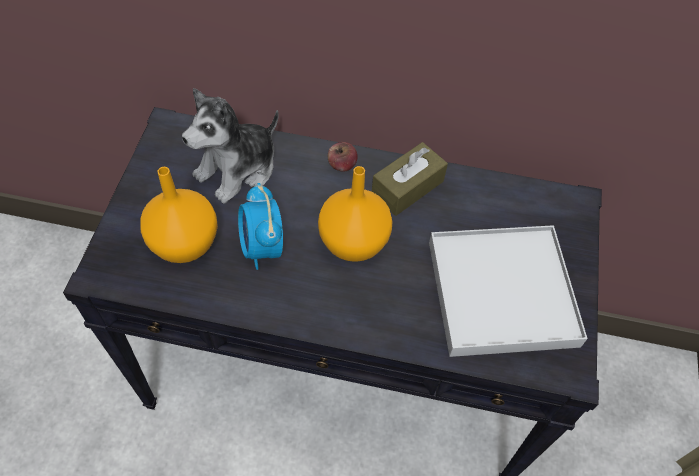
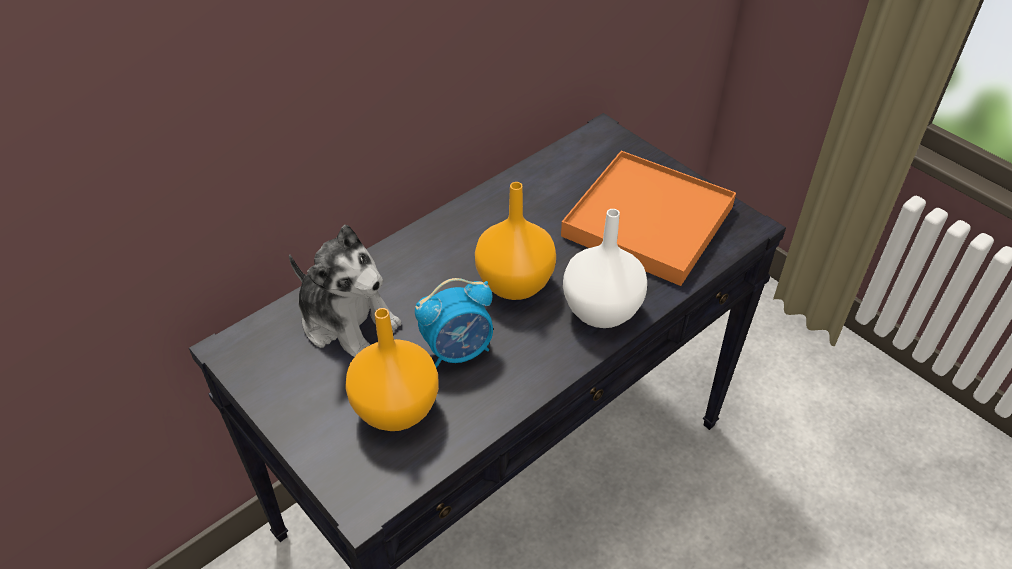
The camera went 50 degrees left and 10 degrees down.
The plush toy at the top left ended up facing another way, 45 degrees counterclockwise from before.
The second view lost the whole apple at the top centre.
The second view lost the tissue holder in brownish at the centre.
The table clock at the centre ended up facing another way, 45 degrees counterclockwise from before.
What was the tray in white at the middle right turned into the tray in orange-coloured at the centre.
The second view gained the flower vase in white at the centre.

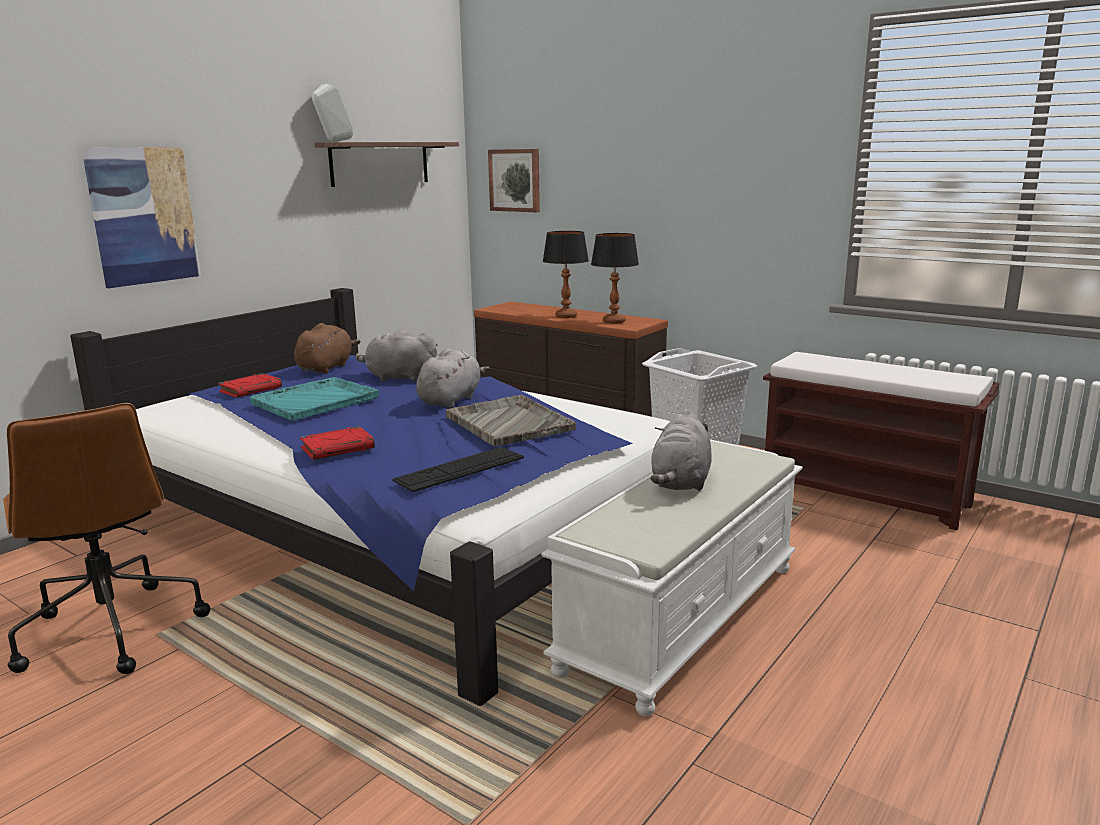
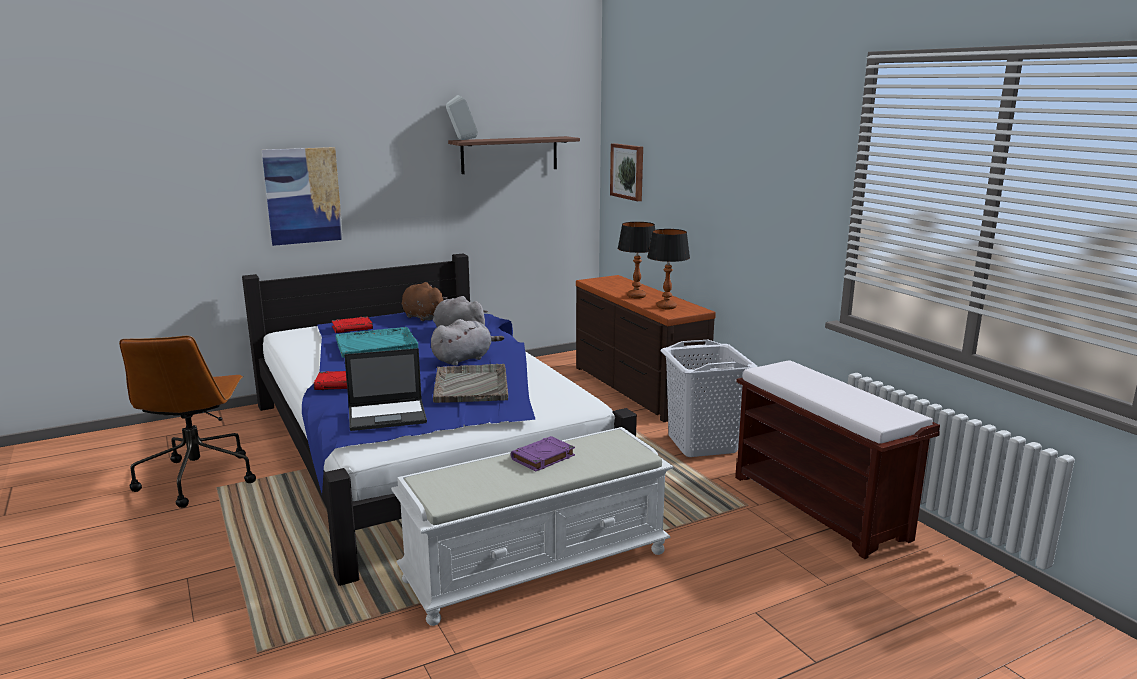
The camera went 25 degrees right and 0 degrees up.
The plush toy in brownish at the middle left ended up facing another way, 90 degrees counterclockwise from before.
Where the plush toy in greyish (no. 3 from left) stood at the centre, the volume in purplish came to stand at the bottom centre.
Where the PC keyboard stood at the centre, the laptop came to stand at the centre.

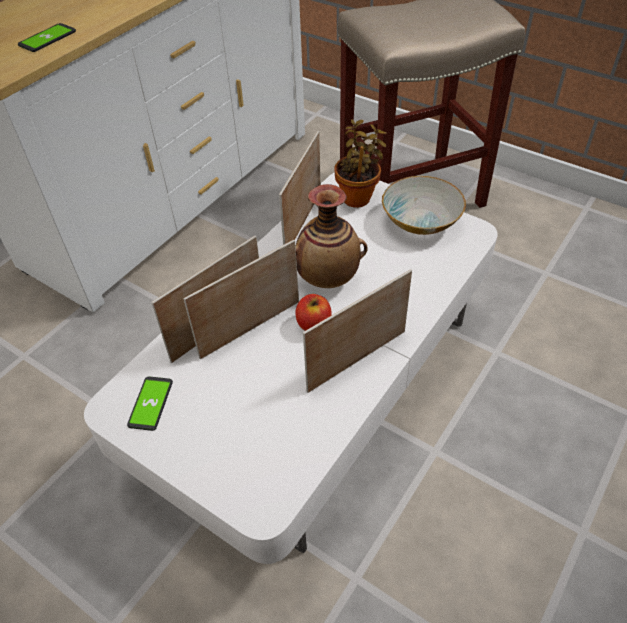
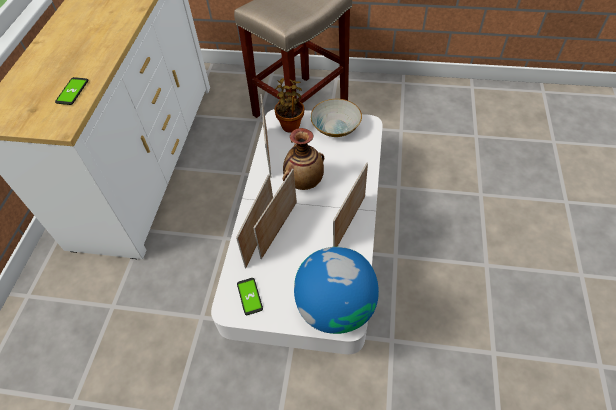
The camera went 25 degrees left and 5 degrees up.
The second view lost the whole apple at the centre.
The second view gained the world globe at the bottom centre.

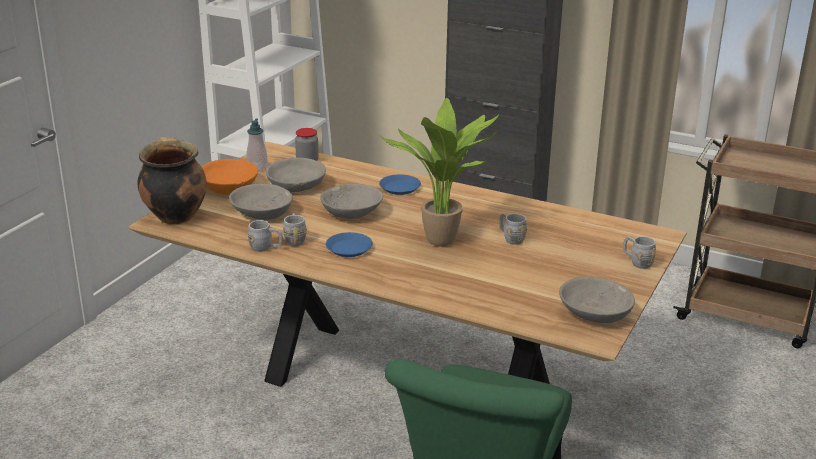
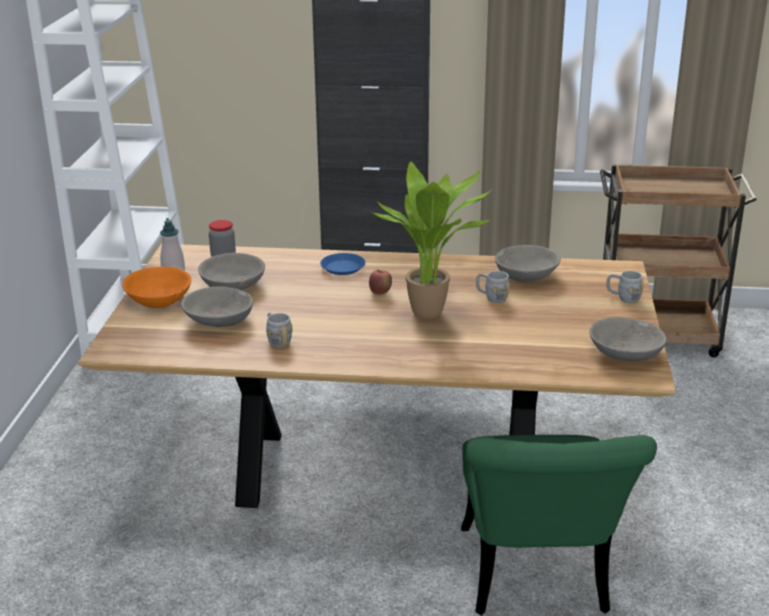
The camera went 20 degrees left and 0 degrees up.
The second view lost the stockpot at the middle left.
The deep dish in greyish (no. 3 from left) ended up elsewhere, having gone from the centre to the middle right.
The second view lost the coffee mug in greyish (no. 1 from left) at the middle left.
The second view lost the dinner plate in blue-coloured (no. 1 from left) at the centre.
The second view gained the whole apple at the centre.

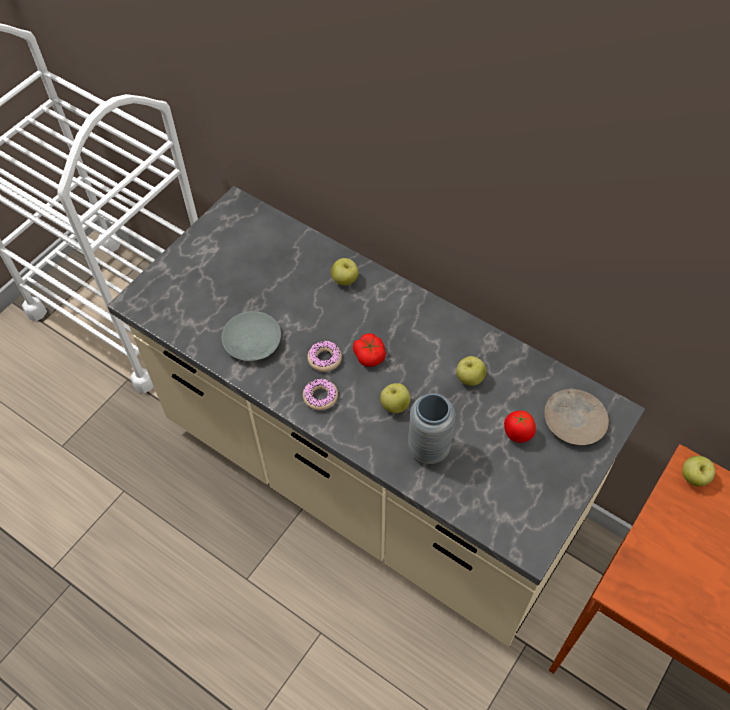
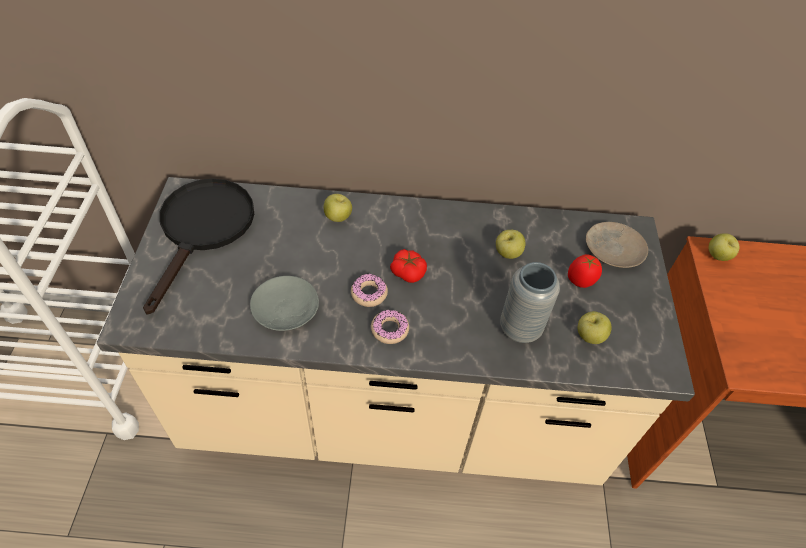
The camera went 35 degrees left and 5 degrees down.
The whole apple (no. 2 from left in the first image) ended up elsewhere, having gone from the centre to the middle right.
The second view gained the skillet in black-coloured at the middle left.

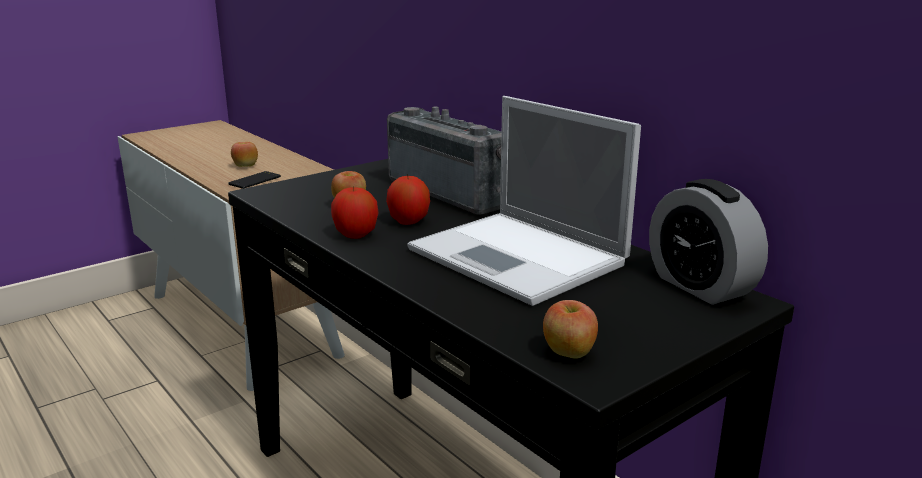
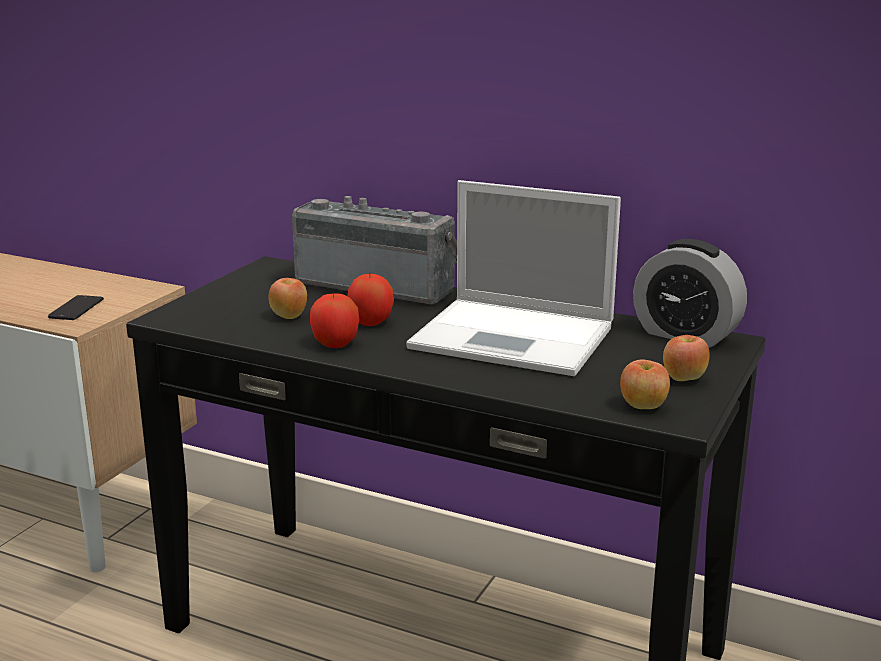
The camera went 25 degrees left and 0 degrees up.
The whole apple (no. 1 from left in the first image) ended up elsewhere, having gone from the top left to the middle right.

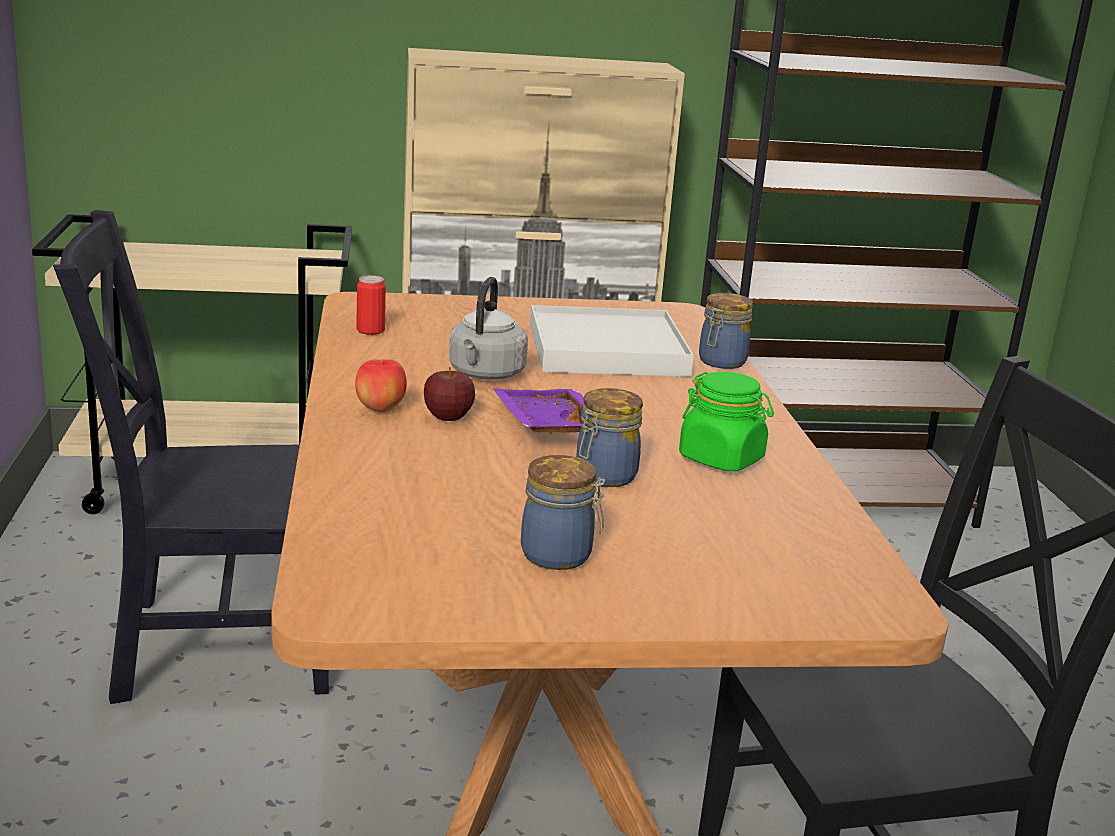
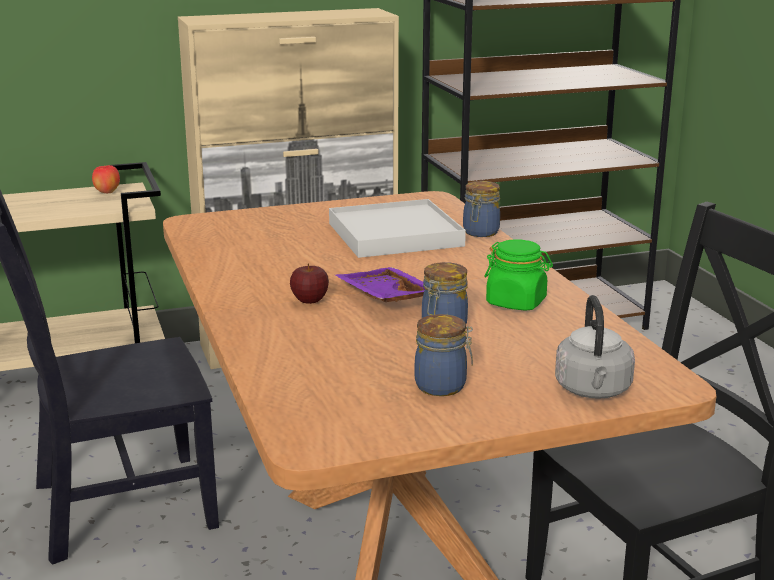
The camera went 10 degrees left and 0 degrees up.
The second view lost the sealed can at the middle left.
The tea kettle in greyish ended up elsewhere, having gone from the centre to the middle right.
The whole apple (no. 1 from left) ended up elsewhere, having gone from the centre to the top left.

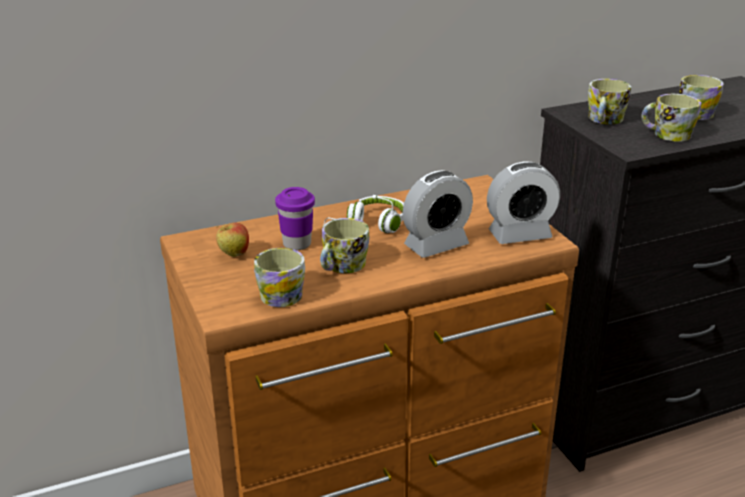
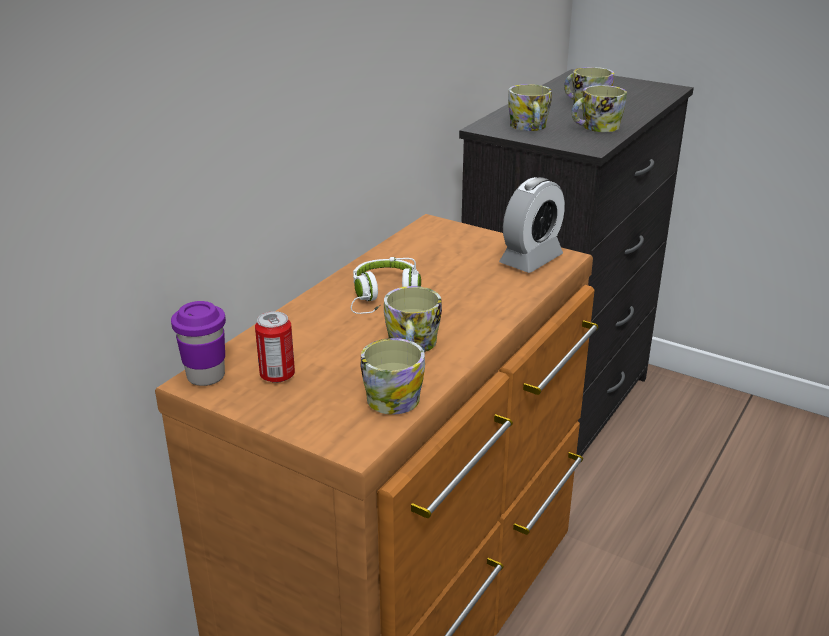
The camera went 35 degrees left and 0 degrees up.
The second view lost the table clock (no. 1 from left) at the centre.
The drinking cup in purplish ended up elsewhere, having gone from the centre to the middle left.
Where the whole apple stood at the middle left, the sealed can came to stand at the middle left.

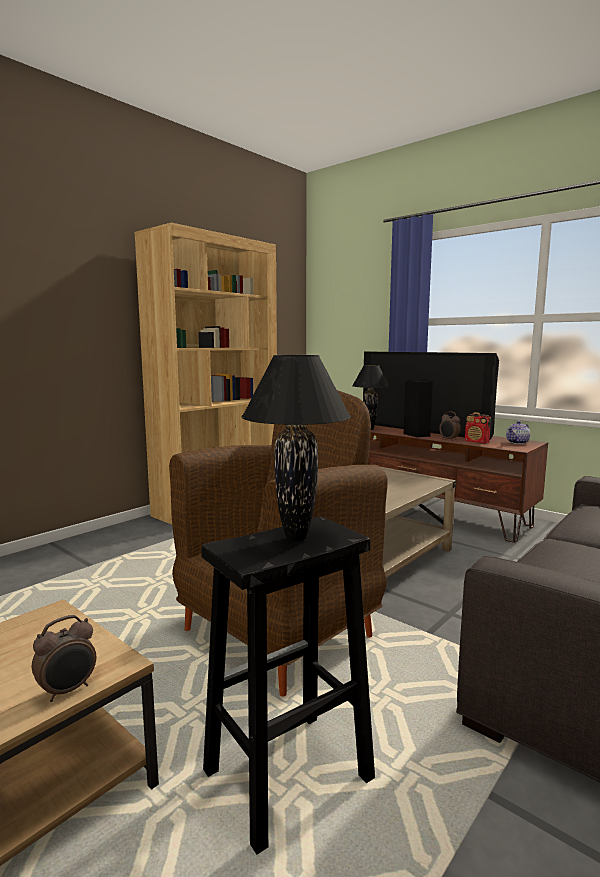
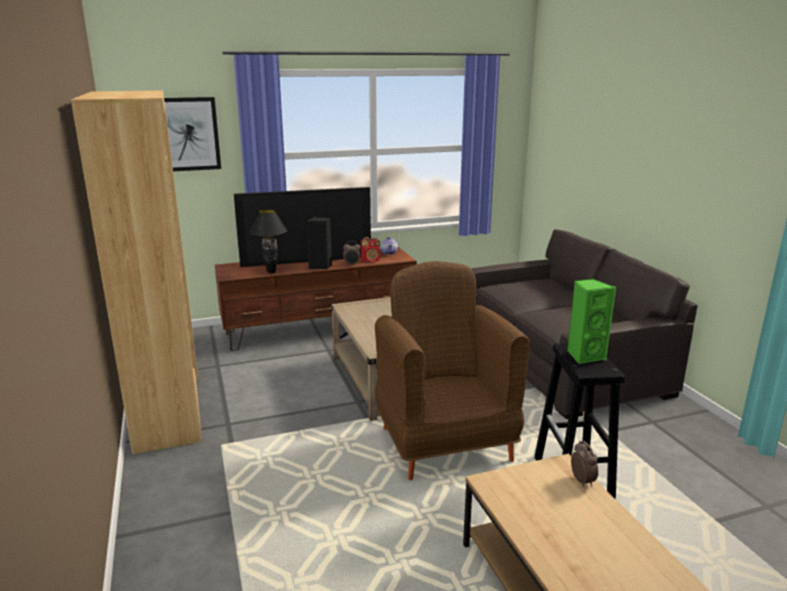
The camera went 60 degrees left and 10 degrees up.
Where the tabletop lamp in black-coloured (no. 1 from left) stood at the centre, the audio speaker in green came to stand at the middle right.
The second view gained the picture at the top left.

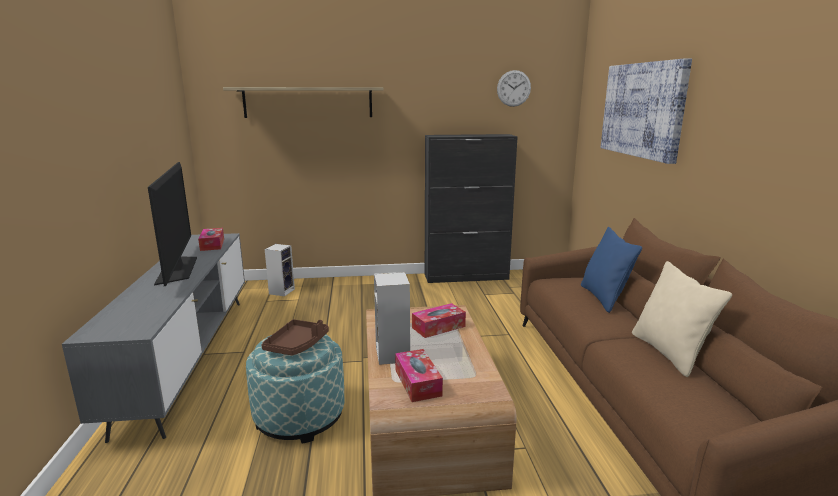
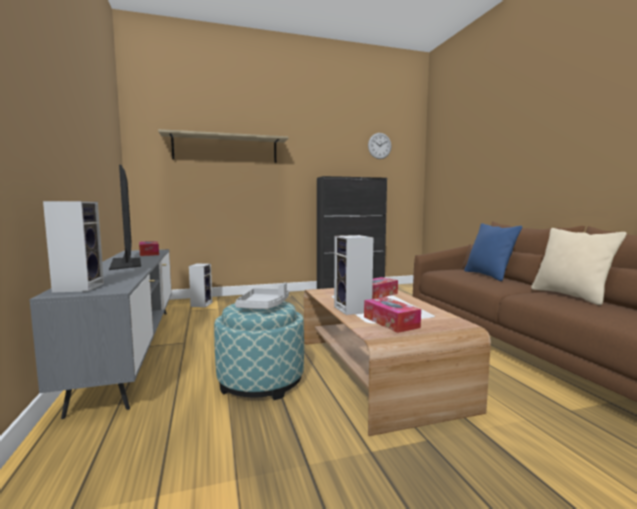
The camera went 10 degrees left and 10 degrees down.
The second view lost the picture at the top right.
What was the tray in brownish at the bottom centre turned into the tray in greyish at the centre.
The second view gained the audio speaker (no. 1 from left) at the middle left.

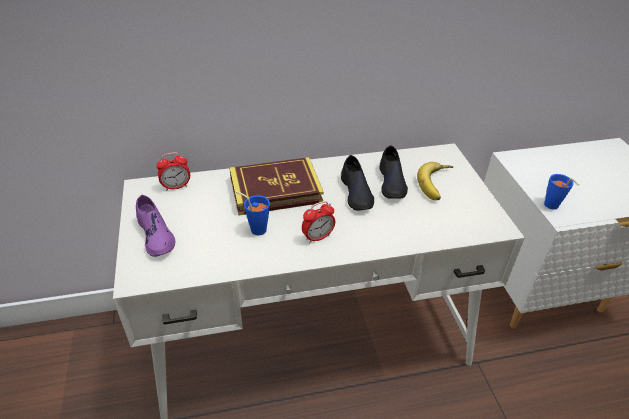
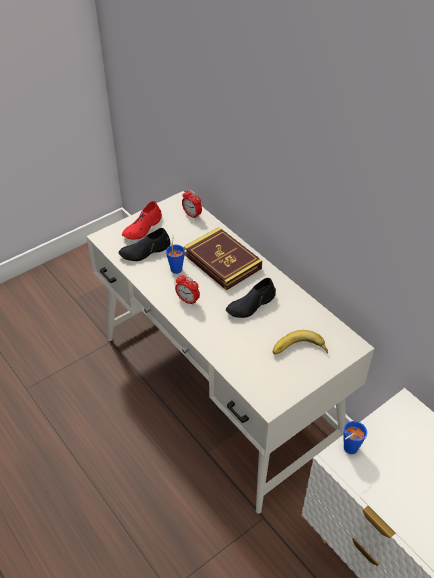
The camera went 65 degrees right and 5 degrees up.
The low shoe in black-coloured (no. 2 from left in the first image) ended up elsewhere, having gone from the centre to the middle left.
What was the low shoe in purplish at the middle left turned into the low shoe in red-coloured at the middle left.

